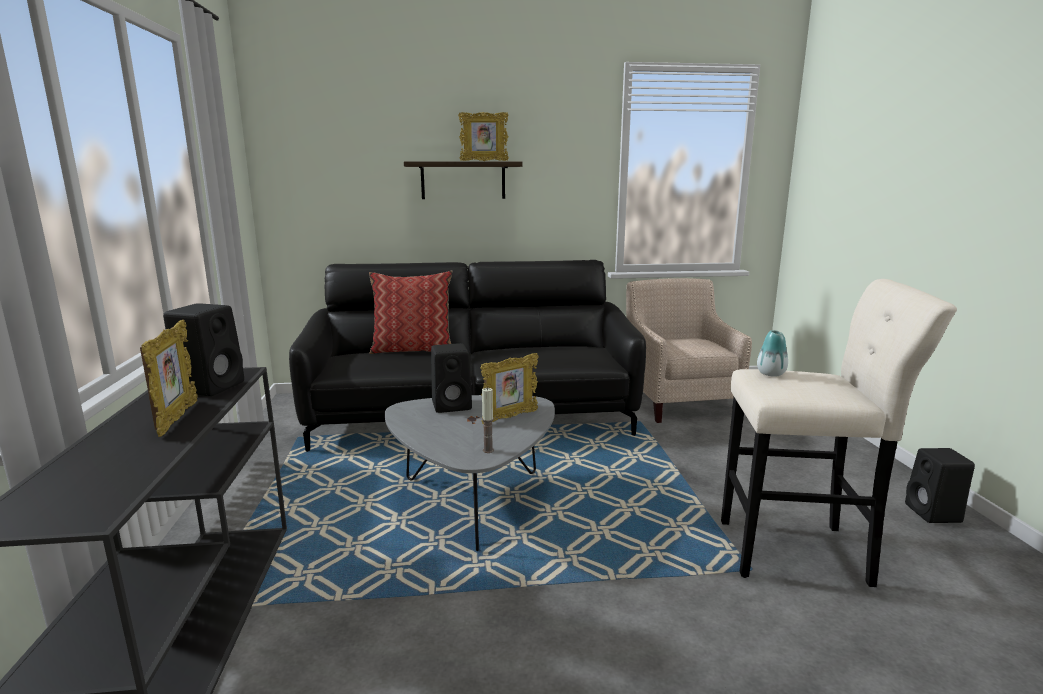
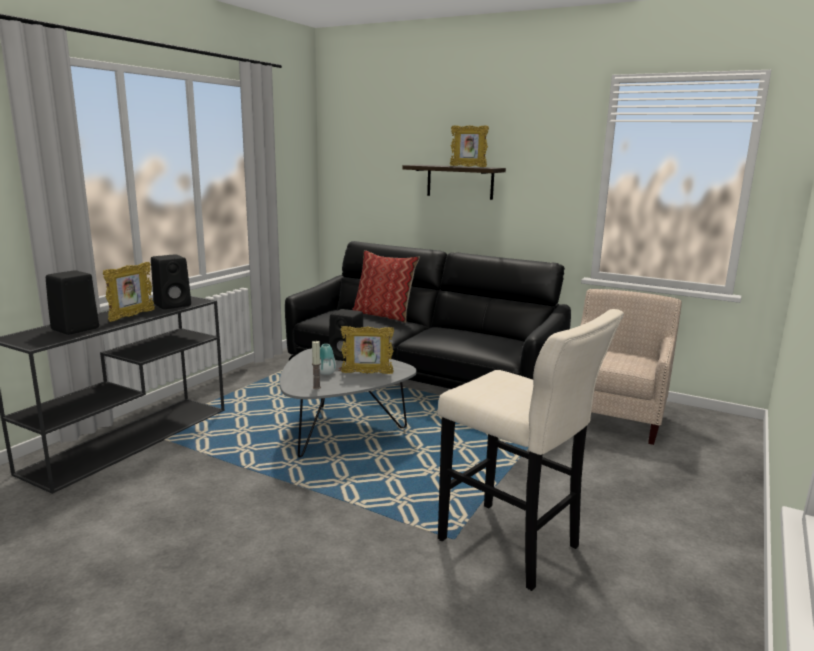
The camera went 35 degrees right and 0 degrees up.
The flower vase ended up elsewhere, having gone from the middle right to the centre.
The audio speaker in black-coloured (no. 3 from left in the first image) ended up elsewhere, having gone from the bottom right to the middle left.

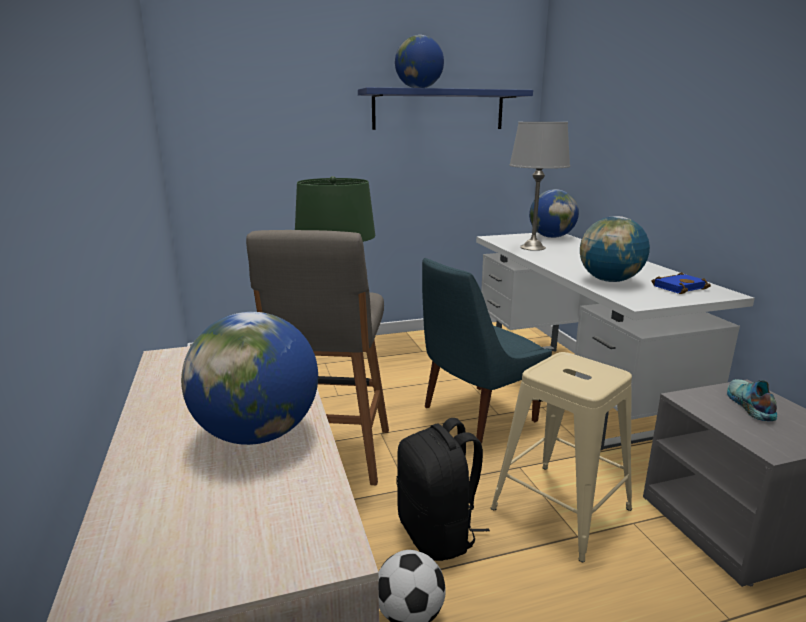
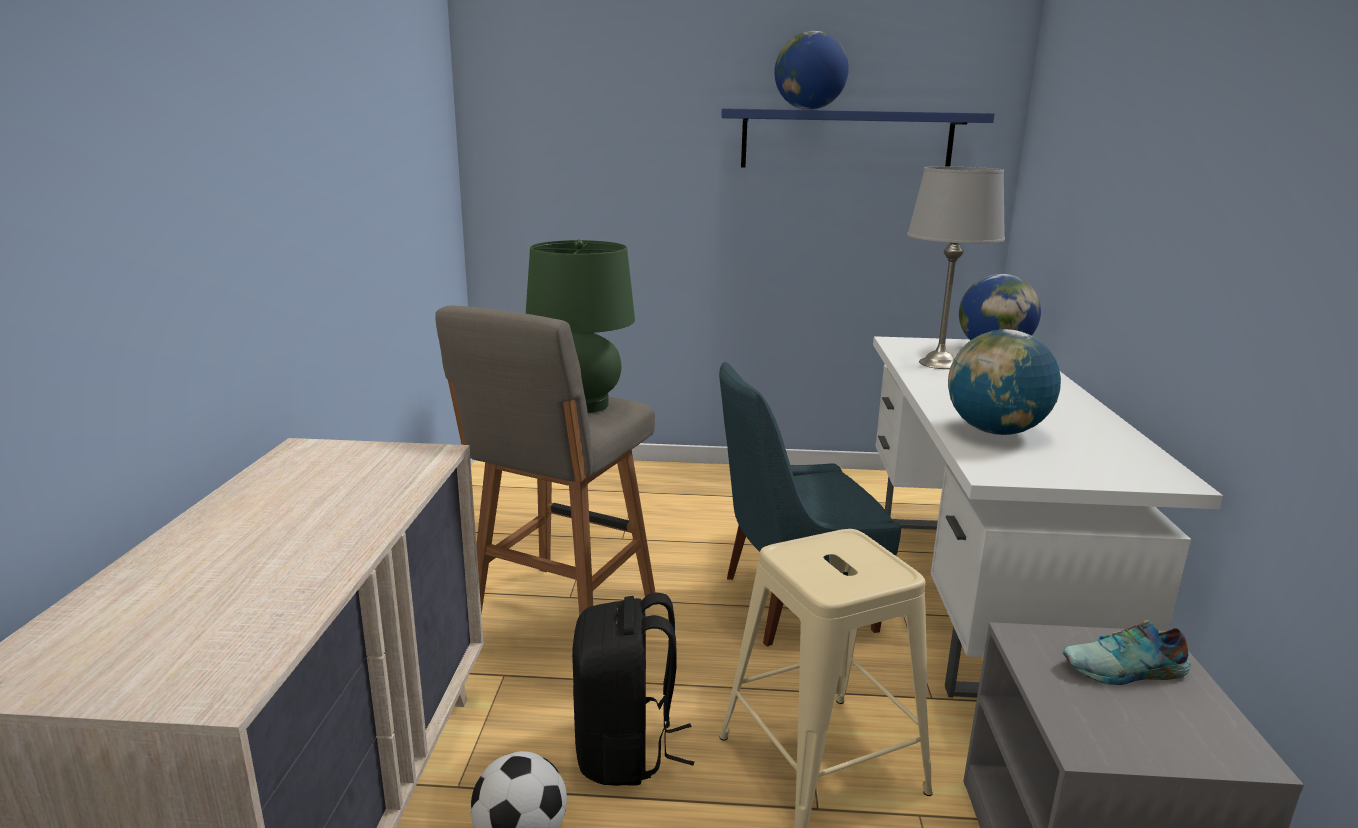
The camera went 20 degrees right and 0 degrees up.
The second view lost the volume in blue-coloured at the middle right.
The second view lost the world globe (no. 1 from left) at the middle left.
The low shoe at the middle right ended up facing another way, 120 degrees counterclockwise from before.

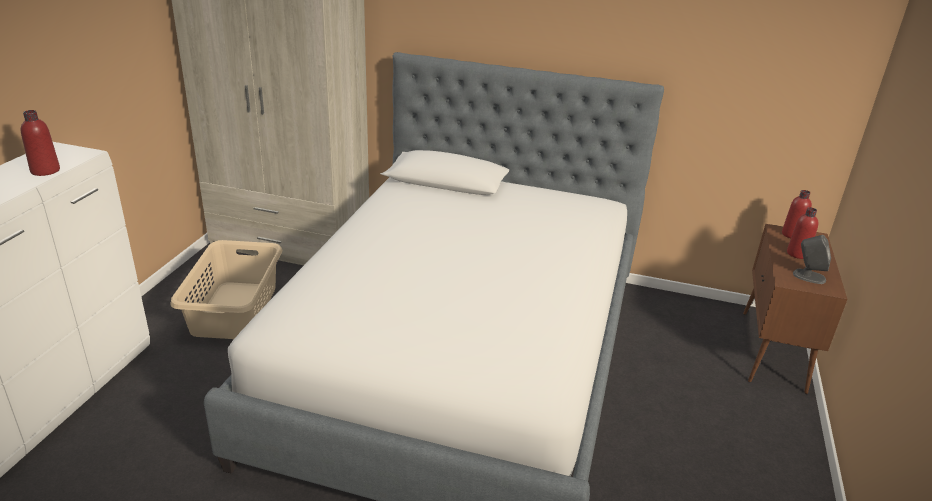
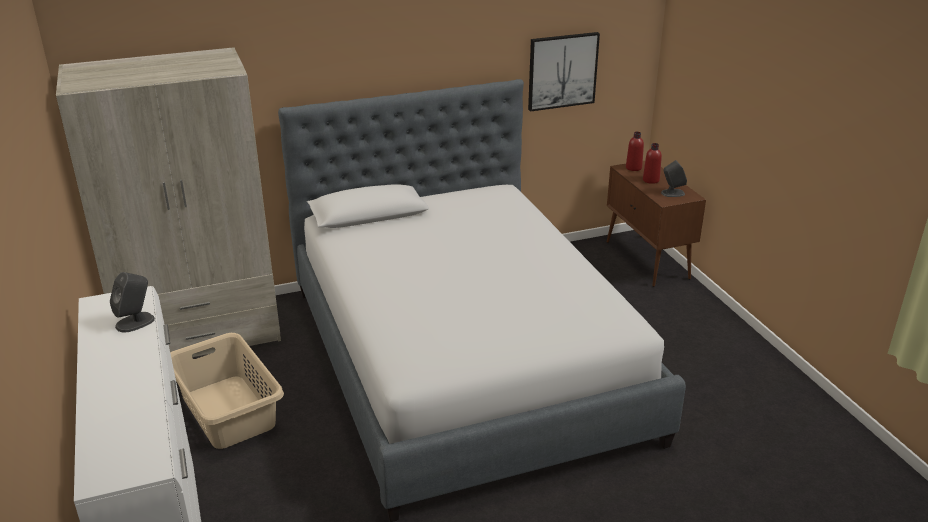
The camera went 35 degrees left and 0 degrees up.
Where the beverage bottle in red-coloured (no. 1 from left) stood at the top left, the audio speaker in greyish (no. 1 from left) came to stand at the middle left.
The second view gained the picture at the top centre.

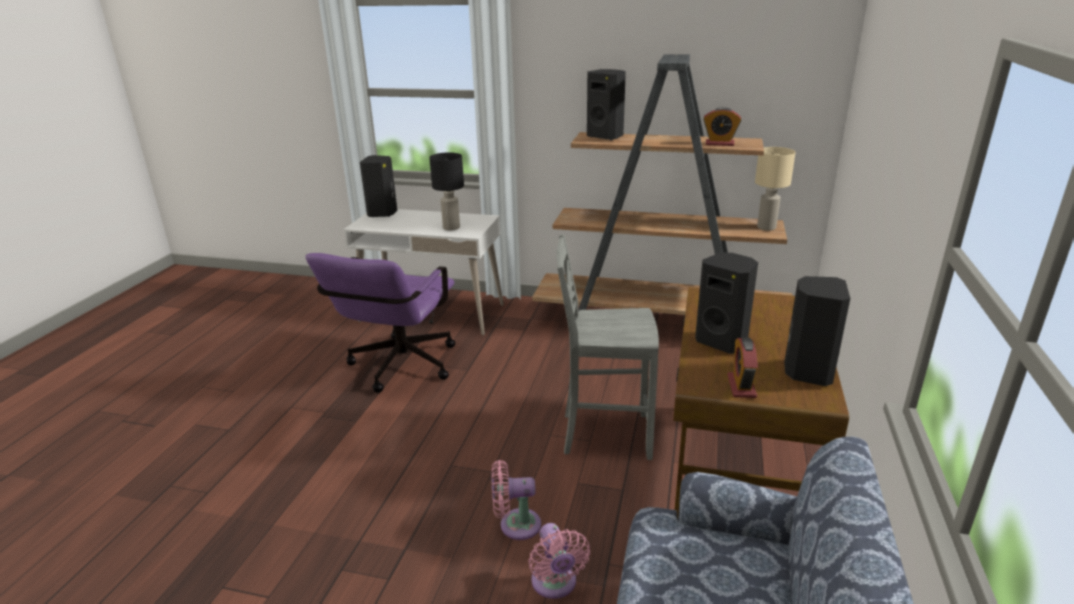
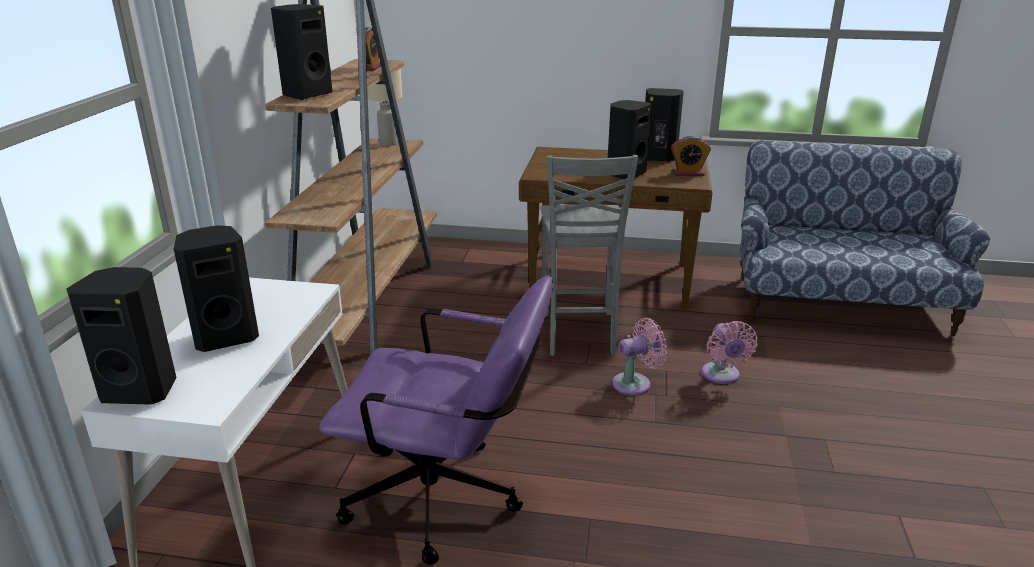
The camera went 95 degrees left and 0 degrees up.
The second view lost the tabletop lamp in black-coloured at the top centre.
The cooling fan in pinkish (no. 2 from left in the first image) ended up elsewhere, having gone from the bottom centre to the centre.
The second view gained the audio speaker in black-coloured (no. 2 from left) at the middle left.

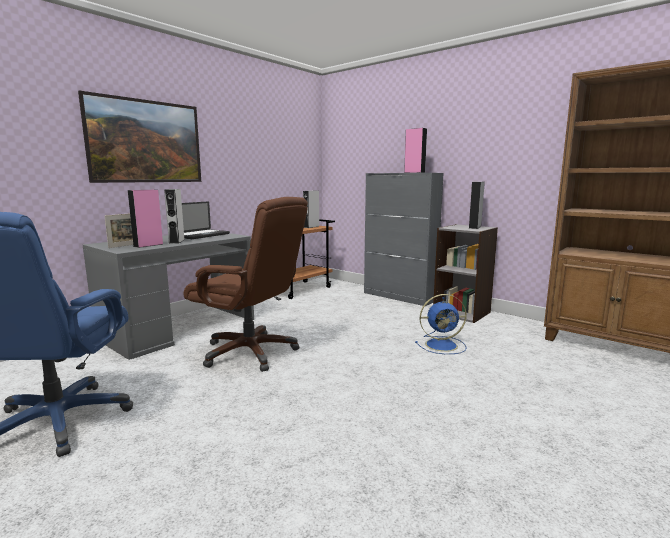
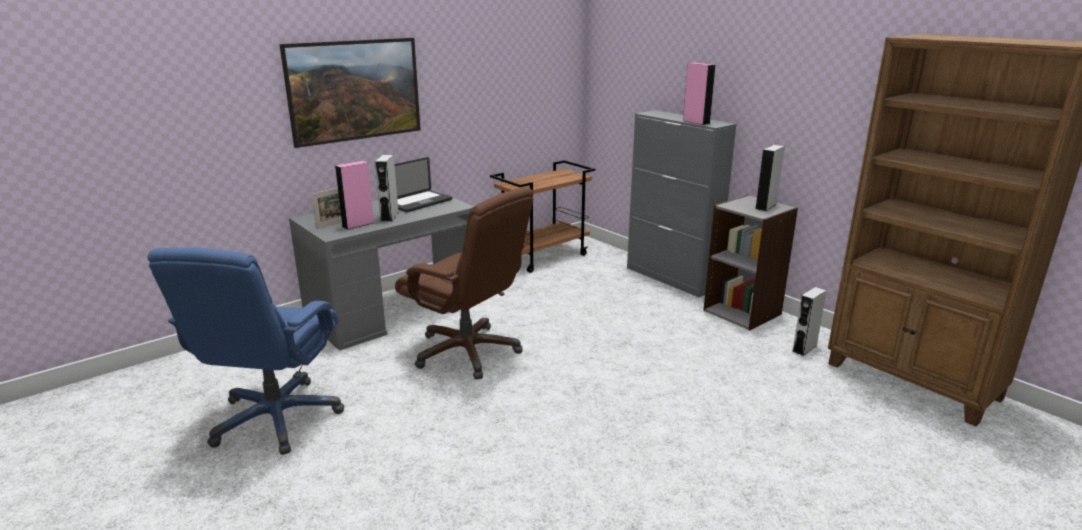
The camera went 10 degrees right and 10 degrees up.
The audio speaker in greyish (no. 2 from left in the first image) ended up elsewhere, having gone from the centre to the middle right.
The second view lost the cooling fan in blue-coloured at the centre.

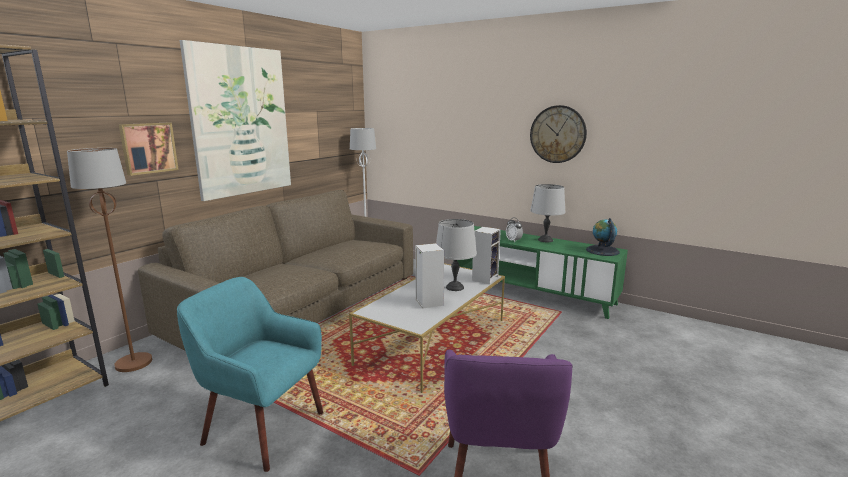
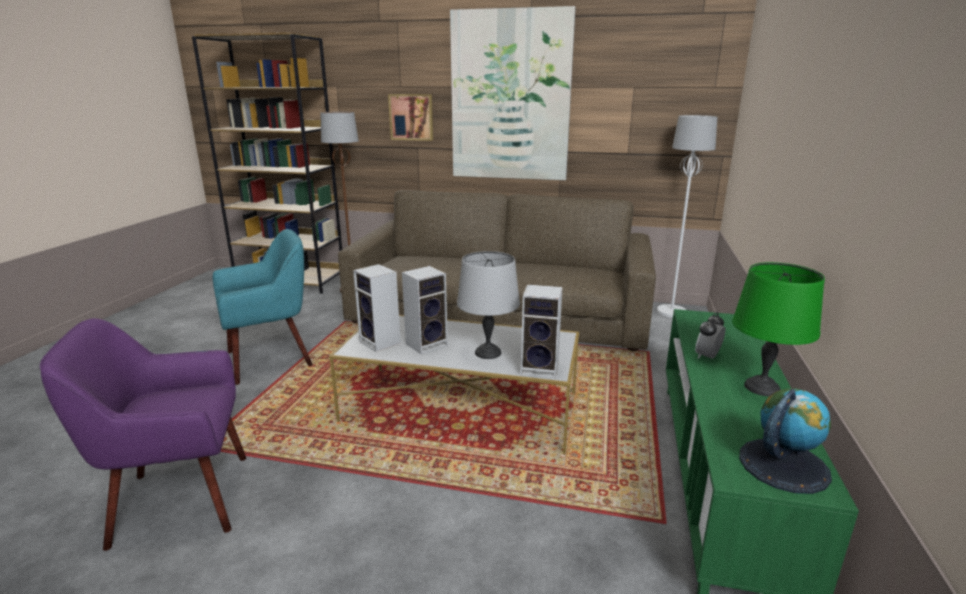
The camera went 70 degrees right and 5 degrees up.
The second view lost the wall clock at the top centre.
What was the tabletop lamp in greyish (no. 2 from left) at the centre turned into the tabletop lamp in green at the middle right.
The easy chair in turquoise at the bottom left ended up facing another way, 60 degrees clockwise from before.
The second view gained the audio speaker (no. 1 from left) at the centre.

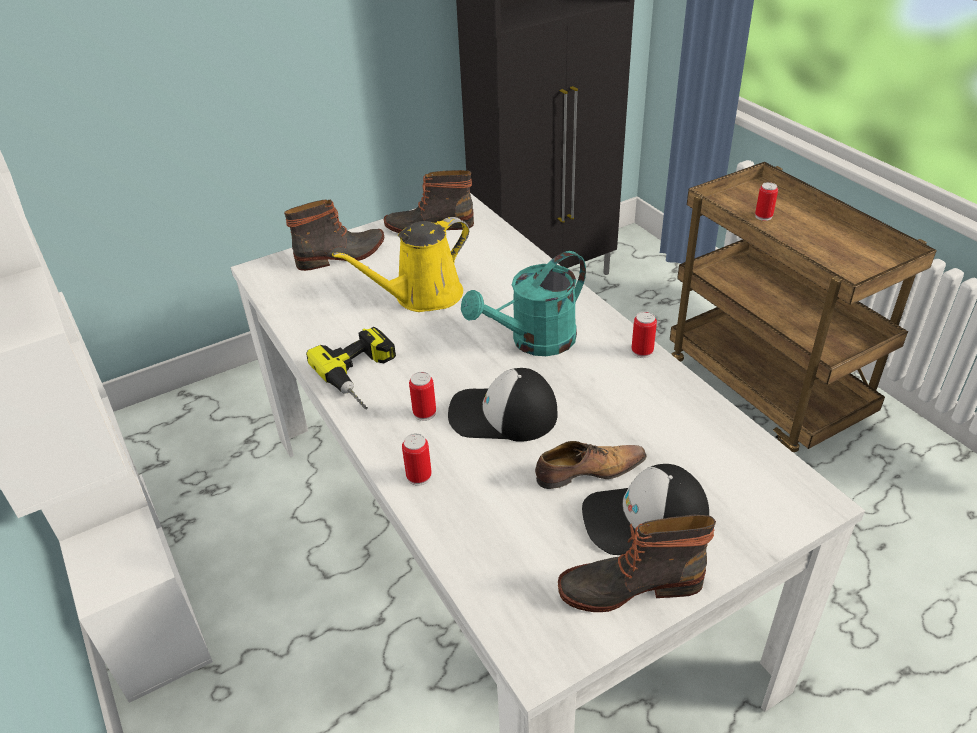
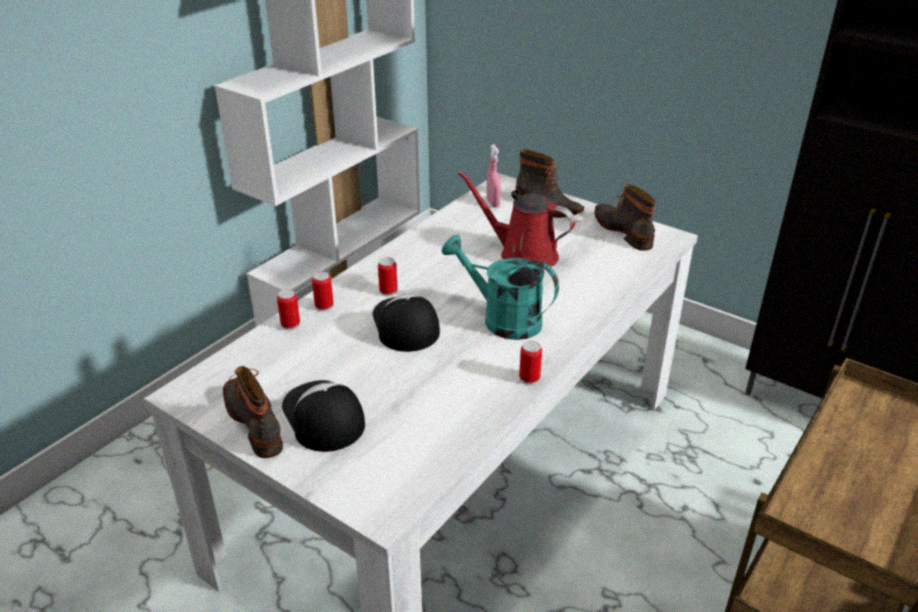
The camera went 65 degrees right and 5 degrees down.
The sealed can (no. 4 from left in the first image) ended up elsewhere, having gone from the top right to the middle left.
What was the watering pot in yellow-coloured at the centre turned into the watering pot in red-coloured at the centre.
The second view lost the electric drill at the centre.
The second view lost the low shoe at the centre.
The second view gained the hand sprayer in pinkish at the top centre.

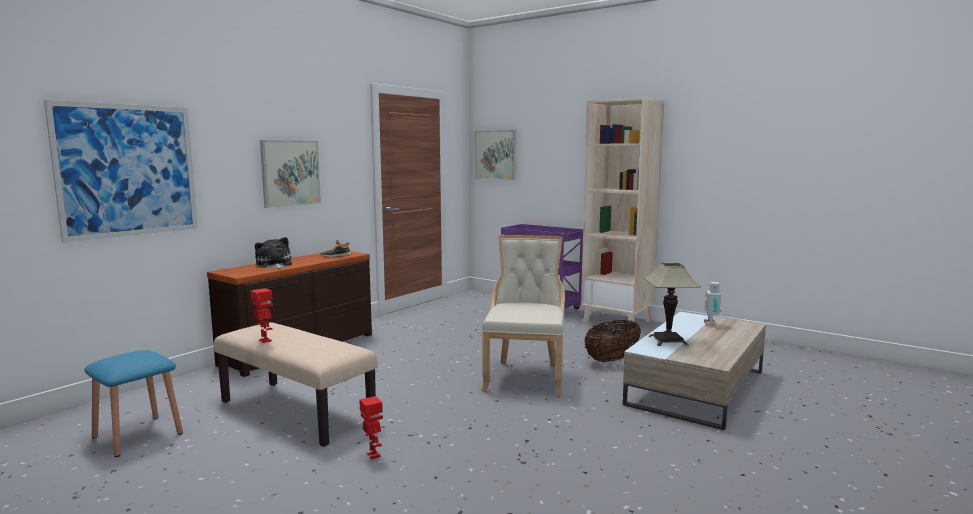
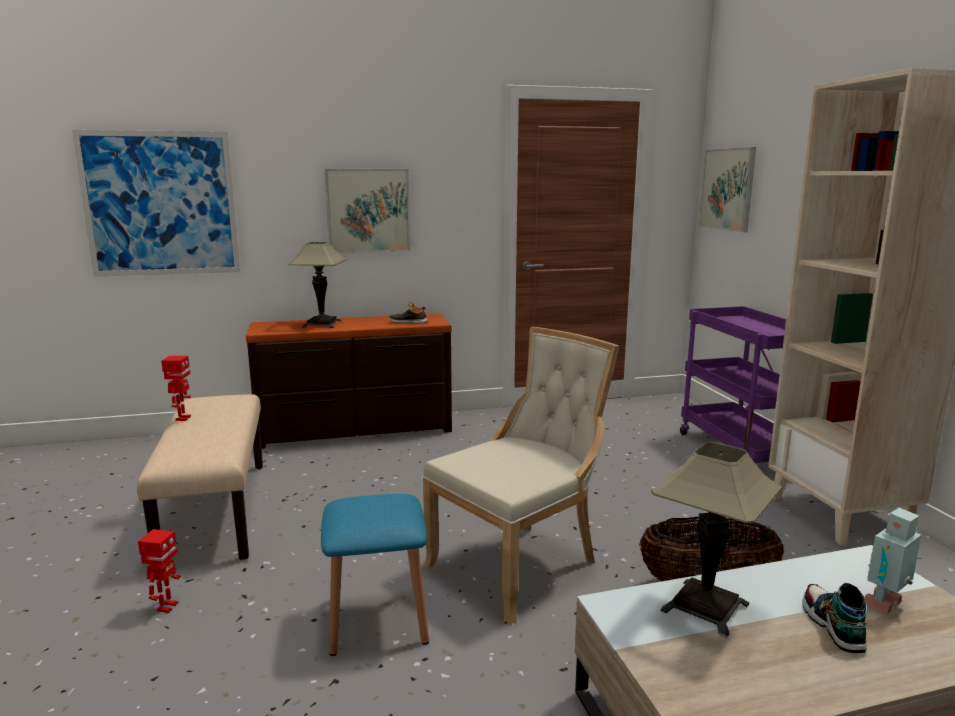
The camera went 40 degrees right and 5 degrees up.
Where the plush toy stood at the middle left, the tabletop lamp (no. 1 from left) came to stand at the middle left.
The sitting stool in blue-coloured ended up elsewhere, having gone from the bottom left to the bottom centre.
The second view gained the low shoe (no. 2 from left) at the bottom right.

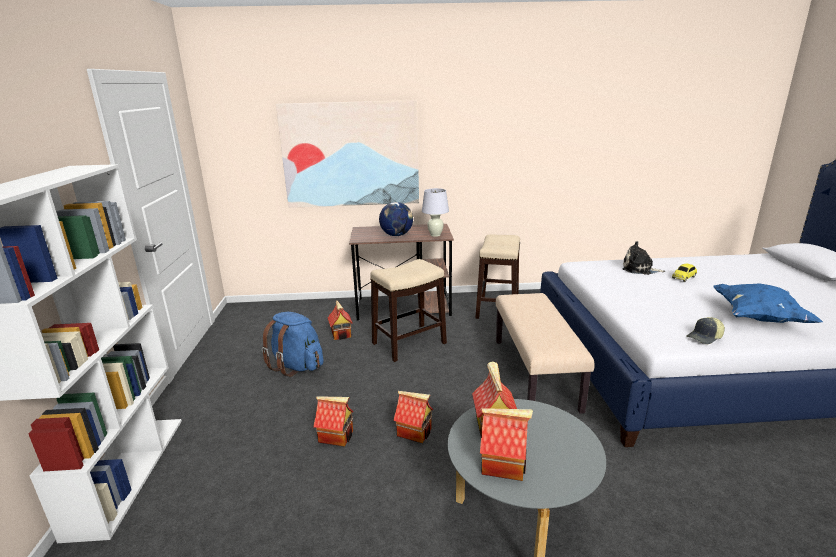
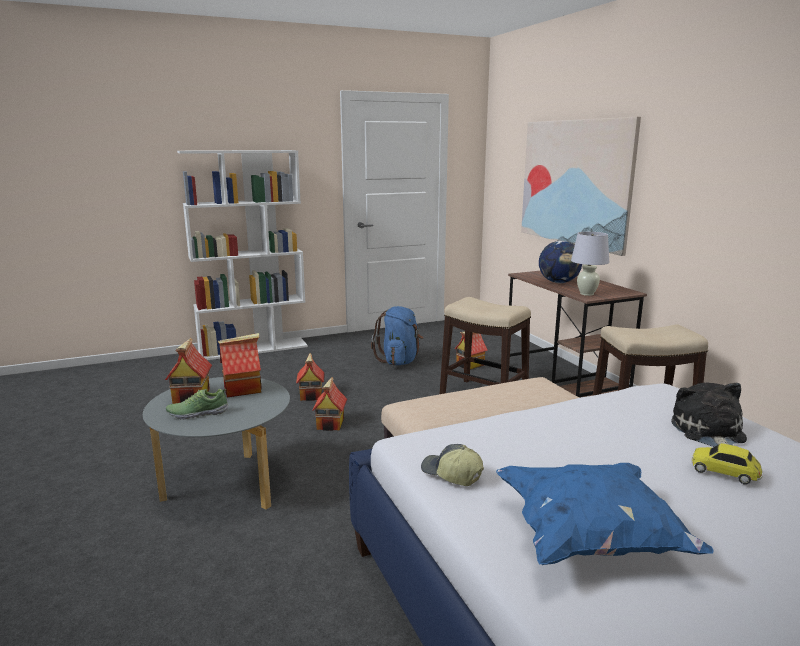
The camera went 70 degrees right and 5 degrees down.
The second view gained the low shoe at the middle left.

